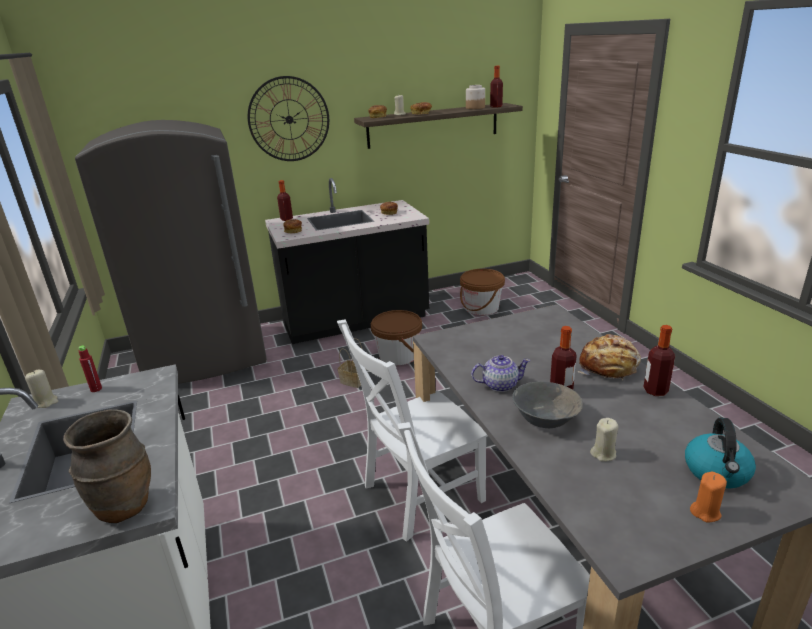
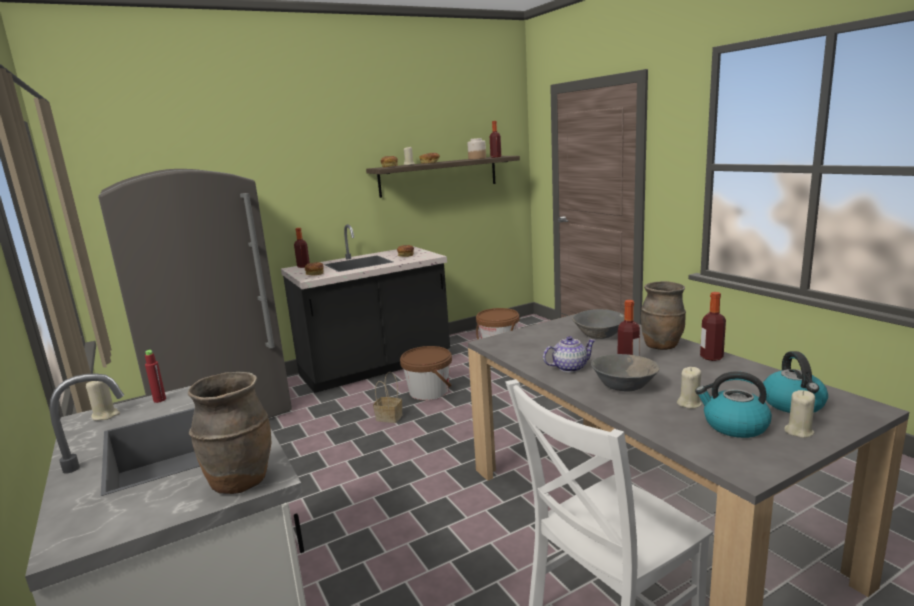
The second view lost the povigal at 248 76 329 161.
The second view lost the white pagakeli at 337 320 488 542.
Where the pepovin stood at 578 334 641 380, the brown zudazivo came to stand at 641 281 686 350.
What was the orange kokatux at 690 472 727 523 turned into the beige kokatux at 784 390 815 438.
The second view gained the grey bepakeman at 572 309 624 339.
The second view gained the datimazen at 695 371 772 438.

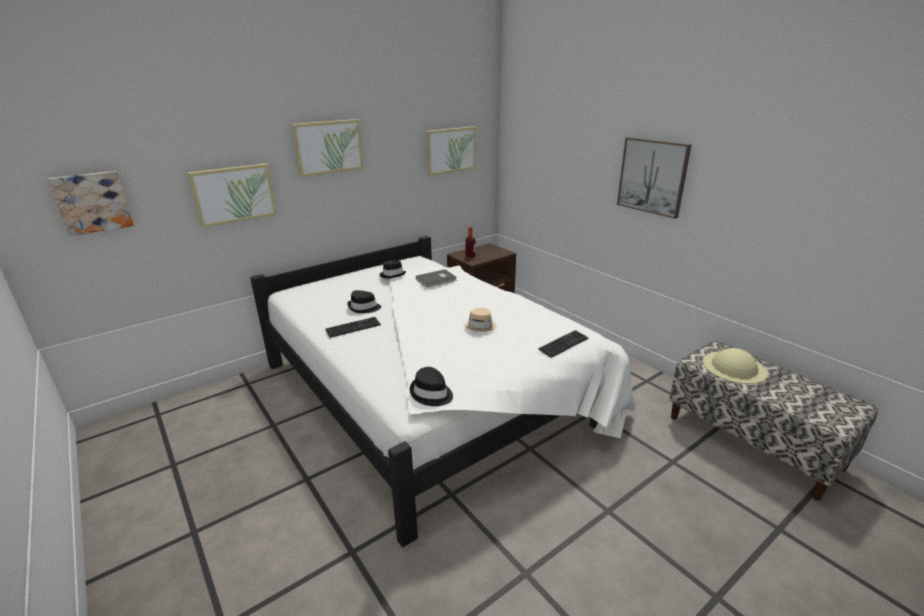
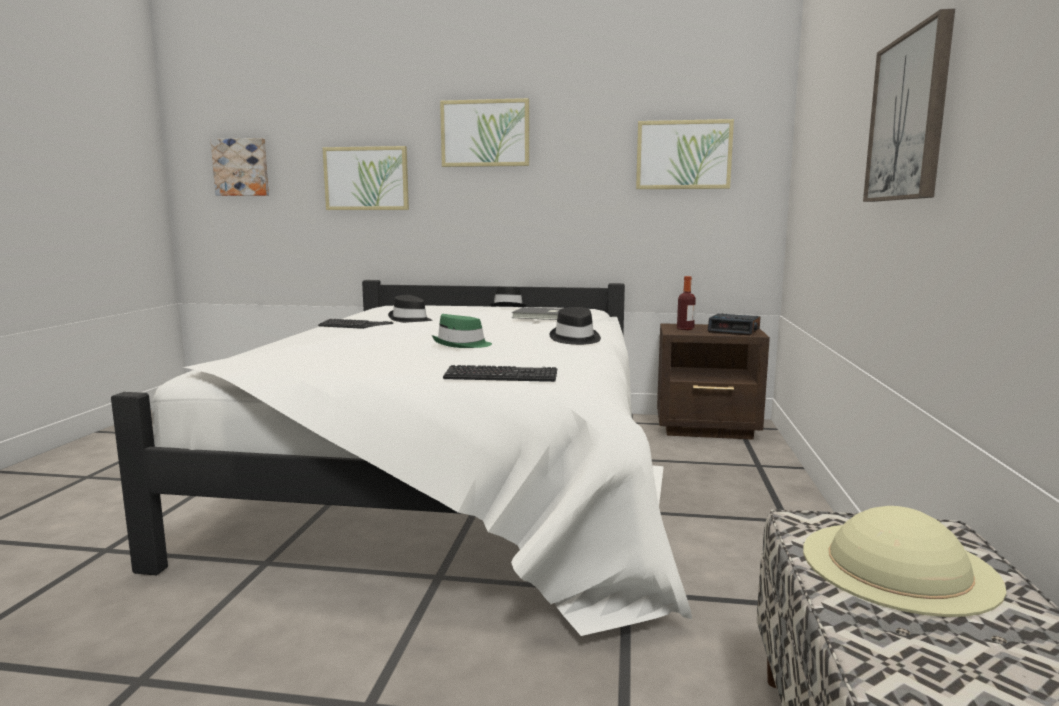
The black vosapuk ended up elsewhere, having gone from 410 367 453 406 to 550 307 601 345.
What was the beige vosapuk at 464 308 496 332 turned into the green vosapuk at 432 314 492 348.
The second view gained the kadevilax at 708 313 761 336.

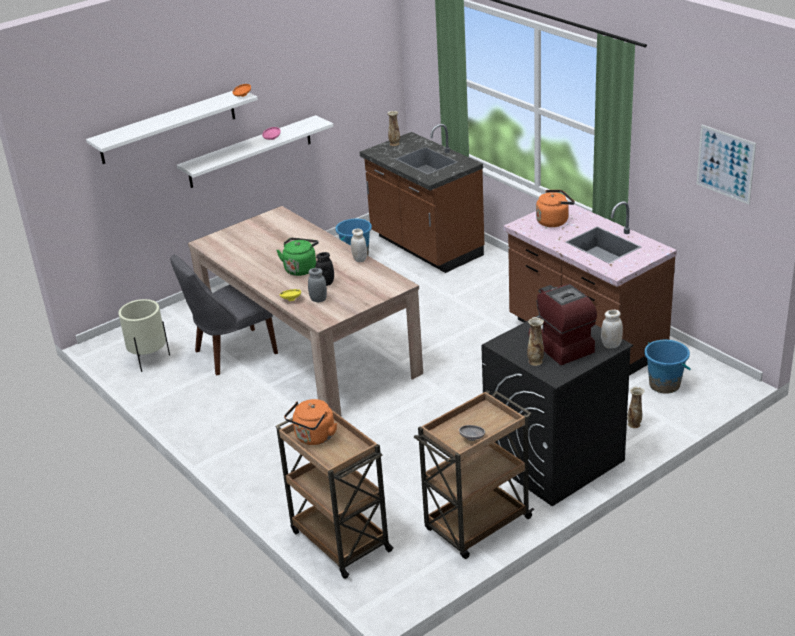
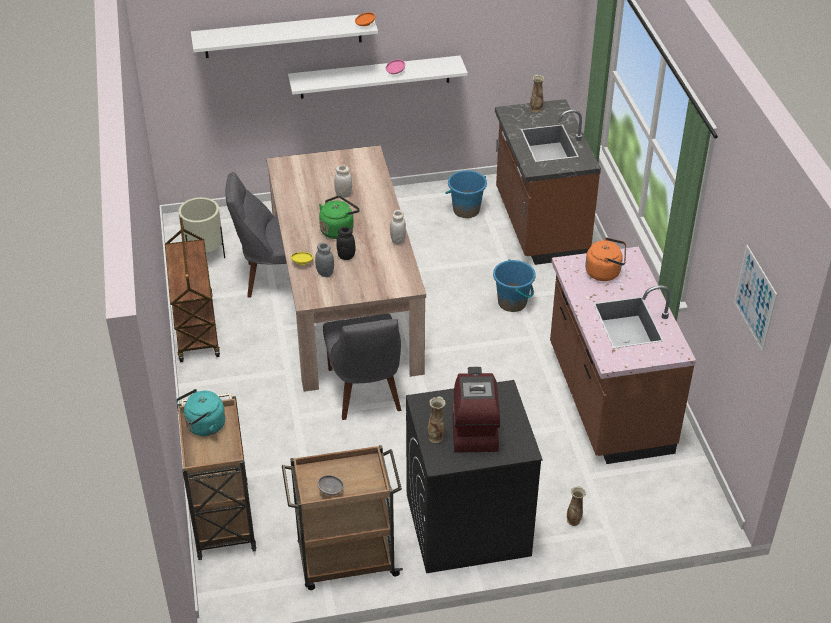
What was the orange datimazen at 284 399 337 445 turned into the turquoise datimazen at 176 389 225 436.
The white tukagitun ended up elsewhere, having gone from 601 310 623 348 to 334 165 352 198.
The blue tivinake ended up elsewhere, having gone from 644 340 691 394 to 493 259 536 312.
The second view gained the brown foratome at 165 218 220 362.
The second view gained the grey pagakeli at 323 314 401 420.

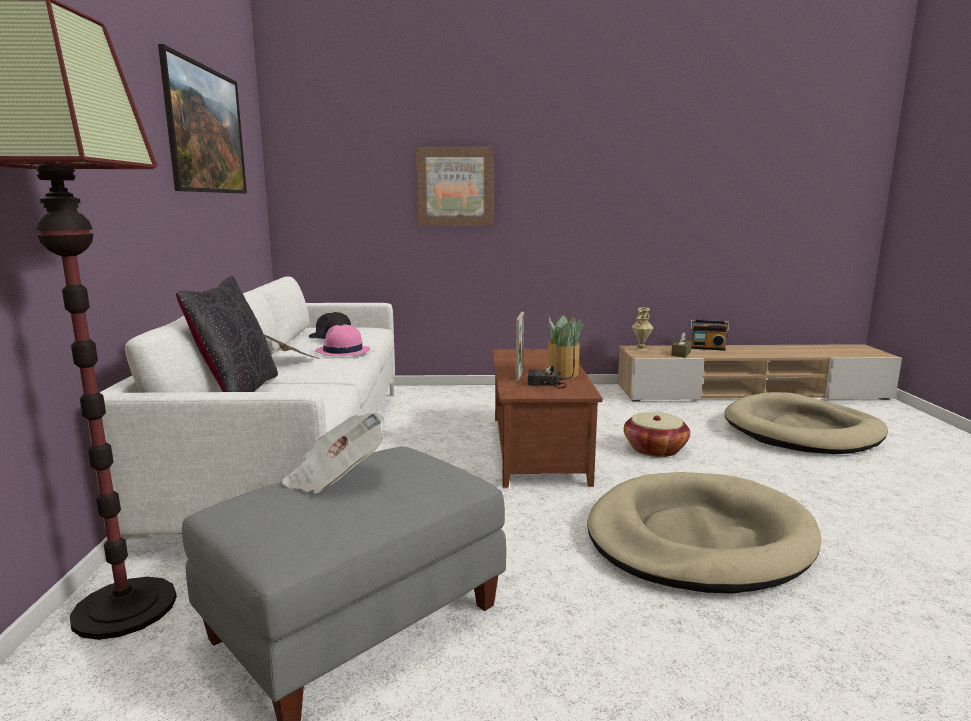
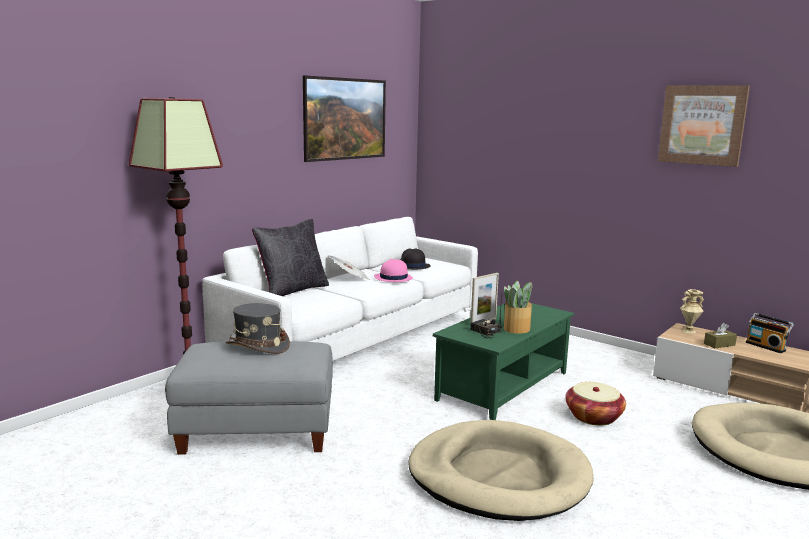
Where the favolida stood at 282 413 384 494, the grey vosapuk came to stand at 226 303 290 354.
The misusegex ended up elsewhere, having gone from 416 147 494 226 to 658 85 750 167.
What was the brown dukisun at 492 349 603 488 turned into the green dukisun at 433 303 574 420.

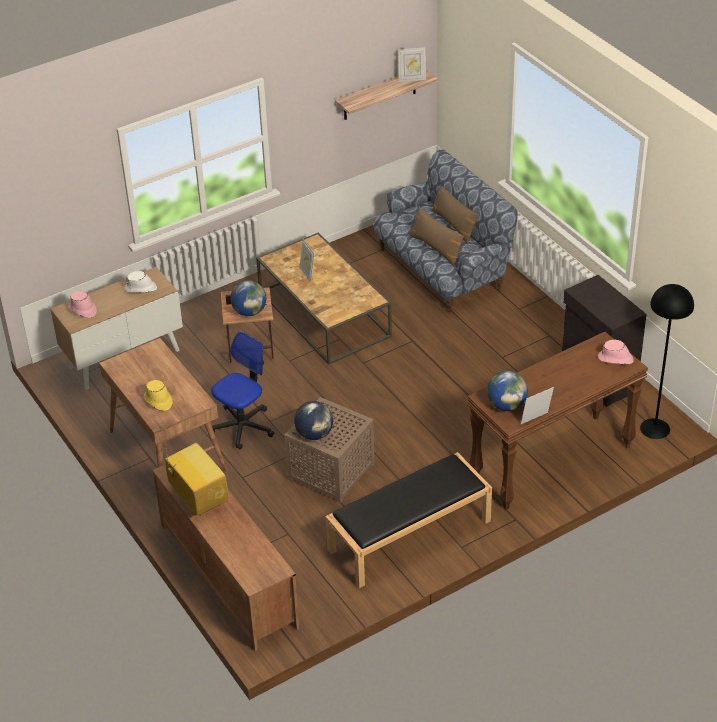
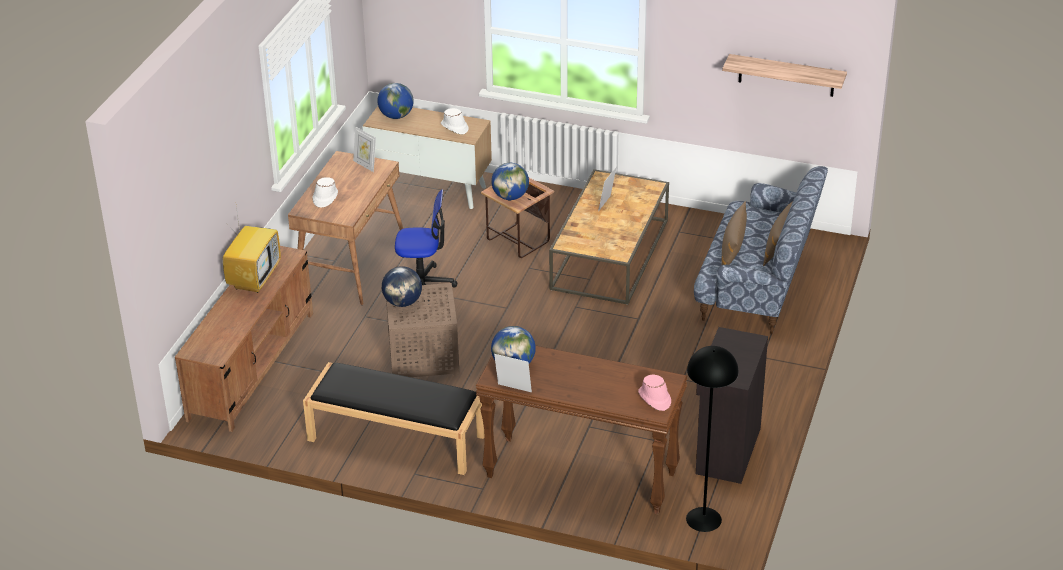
Where the pink vosapuk stood at 69 291 97 318, the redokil came to stand at 378 83 414 119.
What was the yellow vosapuk at 144 380 173 411 turned into the white vosapuk at 312 177 338 208.
The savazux ended up elsewhere, having gone from 398 47 426 82 to 353 127 376 172.

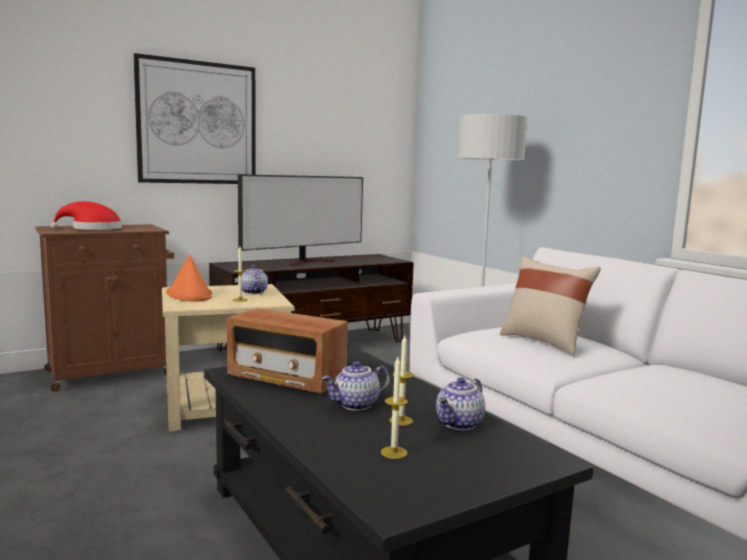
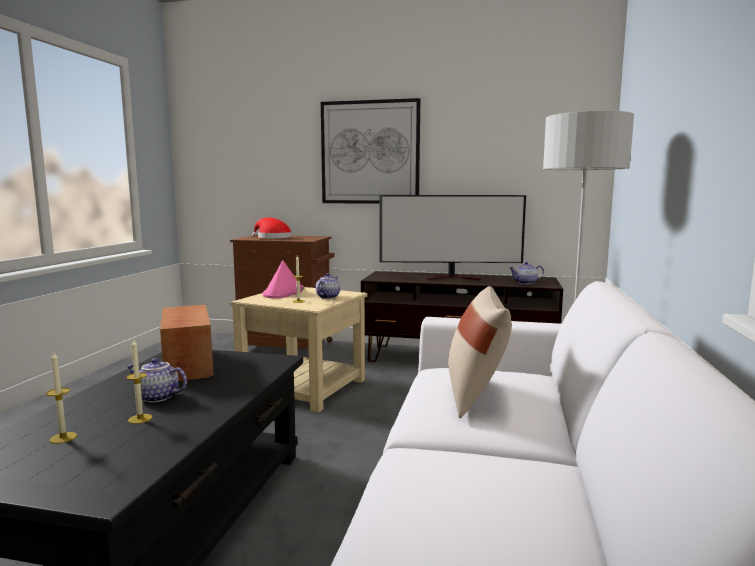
What was the orange vosapuk at 166 255 212 302 turned into the pink vosapuk at 263 260 304 298.
The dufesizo ended up elsewhere, having gone from 436 377 485 430 to 509 262 544 284.

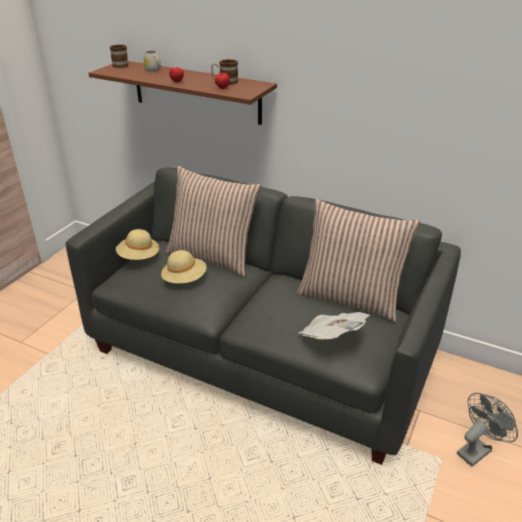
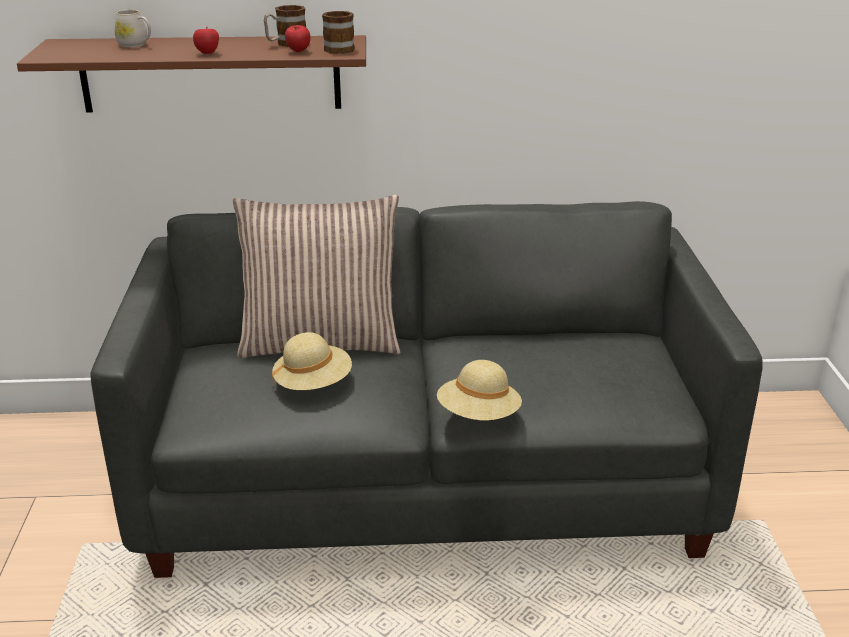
The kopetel ended up elsewhere, having gone from 110 44 129 68 to 322 11 355 54.
The beige vosapuk ended up elsewhere, having gone from 116 229 160 260 to 437 360 522 420.
The second view lost the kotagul at 297 199 420 322.
The second view lost the favolida at 299 312 370 339.
The second view lost the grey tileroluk at 457 393 518 467.

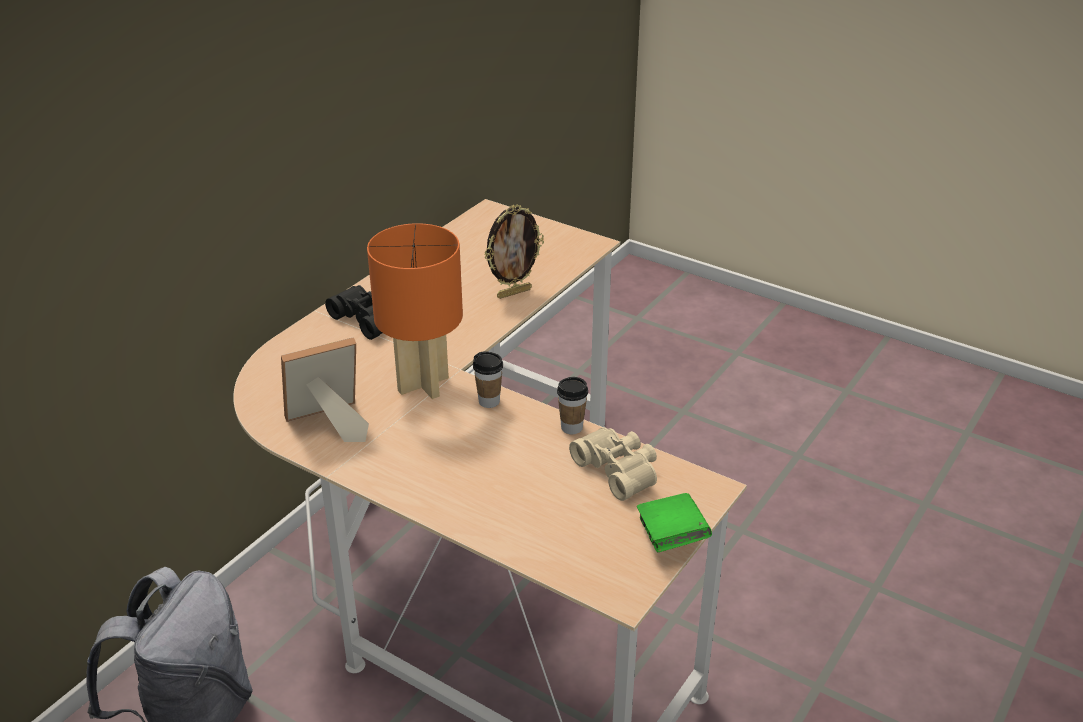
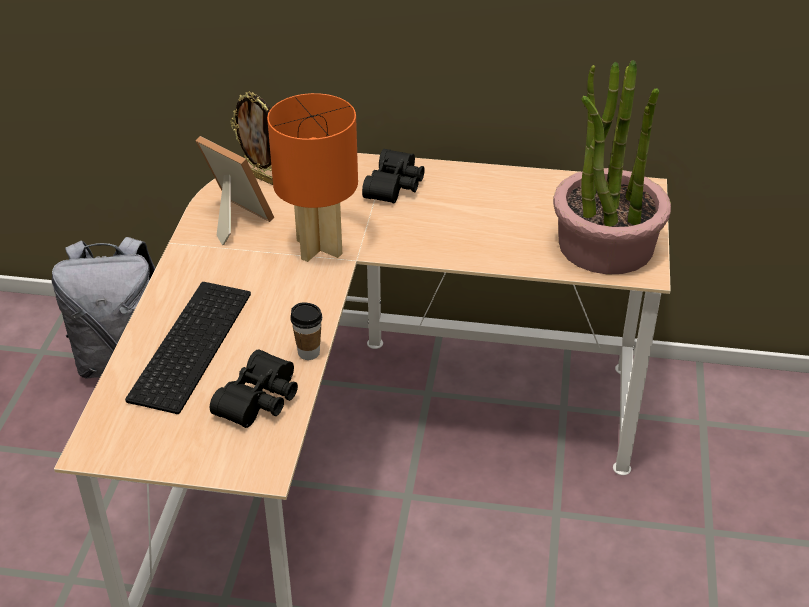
The second view lost the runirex at 473 351 503 408.
The savazux ended up elsewhere, having gone from 484 205 544 299 to 230 92 273 185.
What was the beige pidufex at 569 427 657 501 turned into the black pidufex at 210 349 298 428.
The second view lost the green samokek at 637 493 712 552.
The second view gained the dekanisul at 125 282 251 414.
The second view gained the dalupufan at 553 60 671 275.

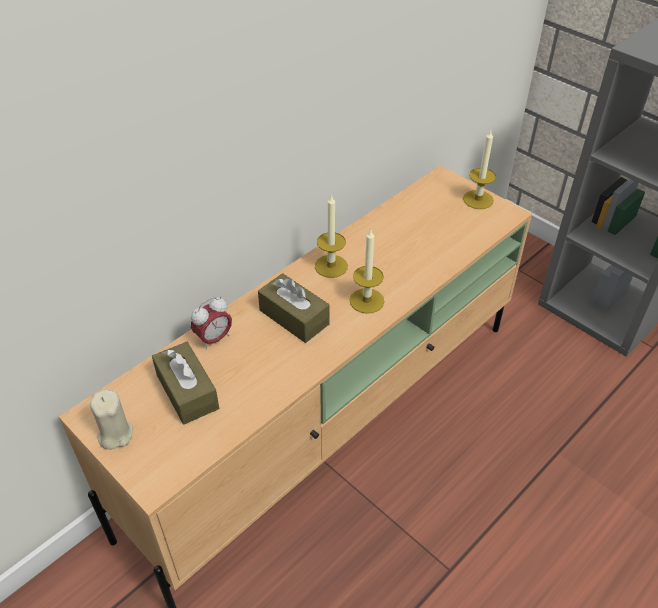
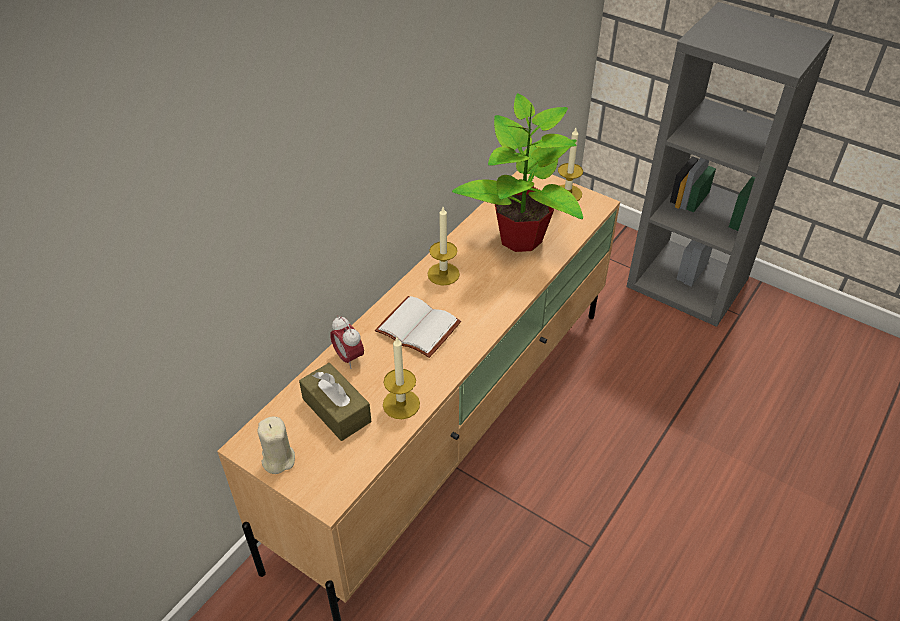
The kadevilax at 191 297 232 350 ended up facing another way, 105 degrees clockwise from before.
Where the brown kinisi stood at 258 273 330 343, the white samokek came to stand at 375 296 461 358.
The kokatux ended up elsewhere, having gone from 350 228 385 314 to 383 338 420 419.
The second view gained the dalupufan at 452 93 583 252.

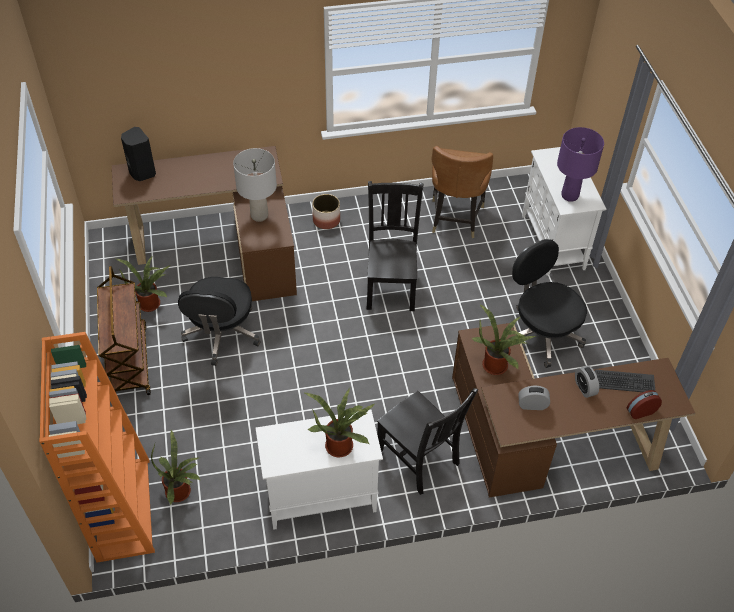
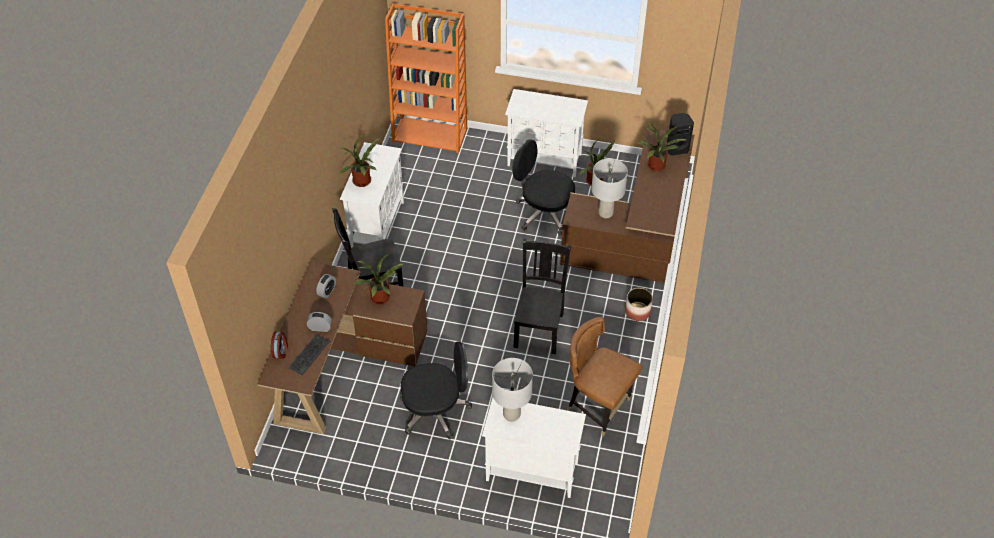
Where the brown foratome stood at 97 266 151 395, the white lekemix came to stand at 505 89 588 177.
The dalupufan ended up elsewhere, having gone from 151 430 201 505 to 637 122 687 172.
The black pagakeli at 366 181 424 311 ended up facing another way, 105 degrees counterclockwise from before.
What was the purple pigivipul at 557 127 604 202 turned into the grey pigivipul at 492 358 533 422.

